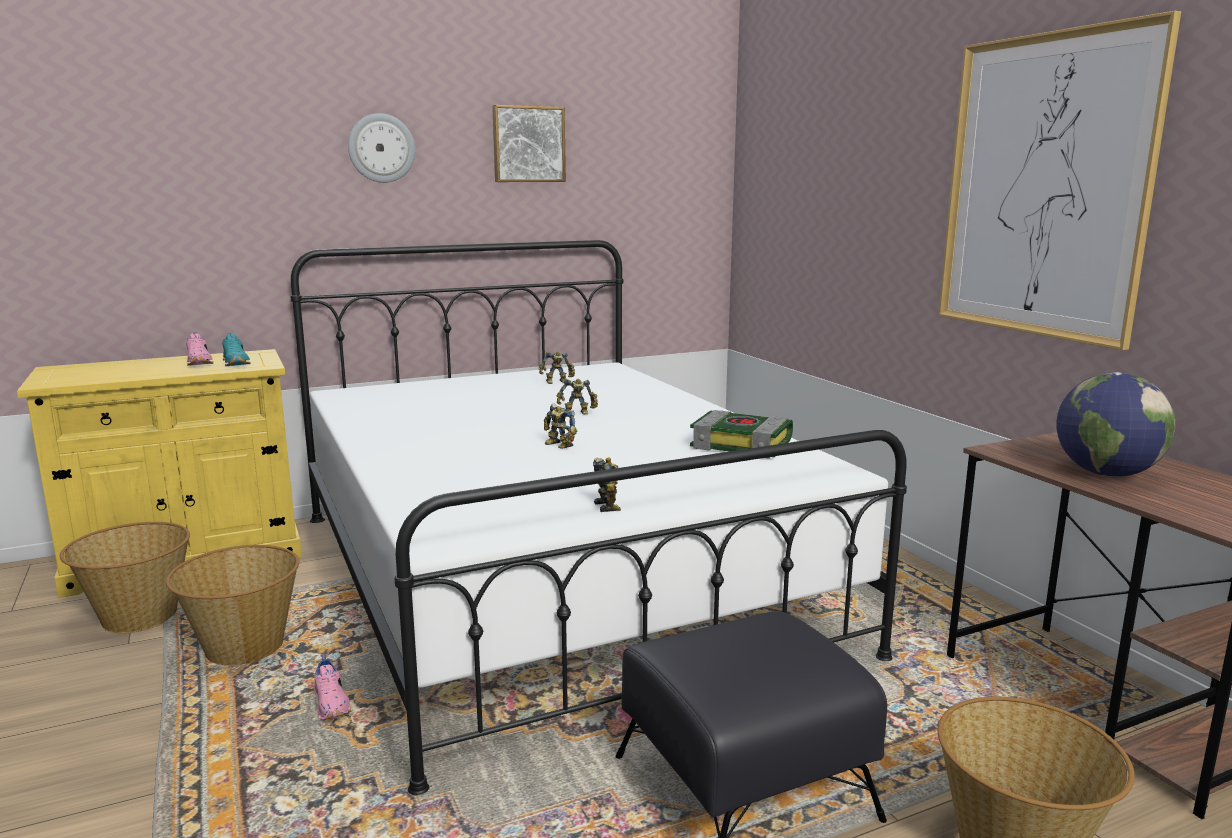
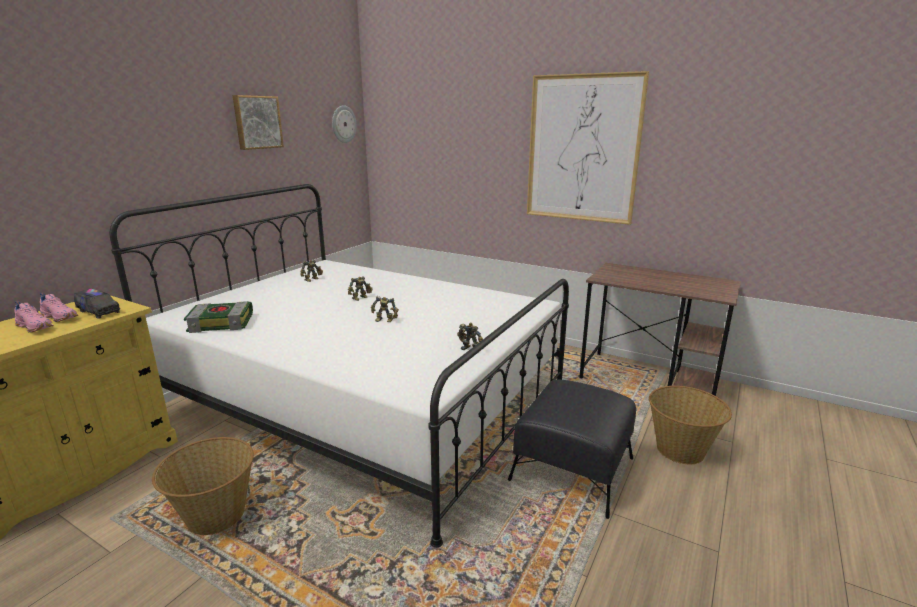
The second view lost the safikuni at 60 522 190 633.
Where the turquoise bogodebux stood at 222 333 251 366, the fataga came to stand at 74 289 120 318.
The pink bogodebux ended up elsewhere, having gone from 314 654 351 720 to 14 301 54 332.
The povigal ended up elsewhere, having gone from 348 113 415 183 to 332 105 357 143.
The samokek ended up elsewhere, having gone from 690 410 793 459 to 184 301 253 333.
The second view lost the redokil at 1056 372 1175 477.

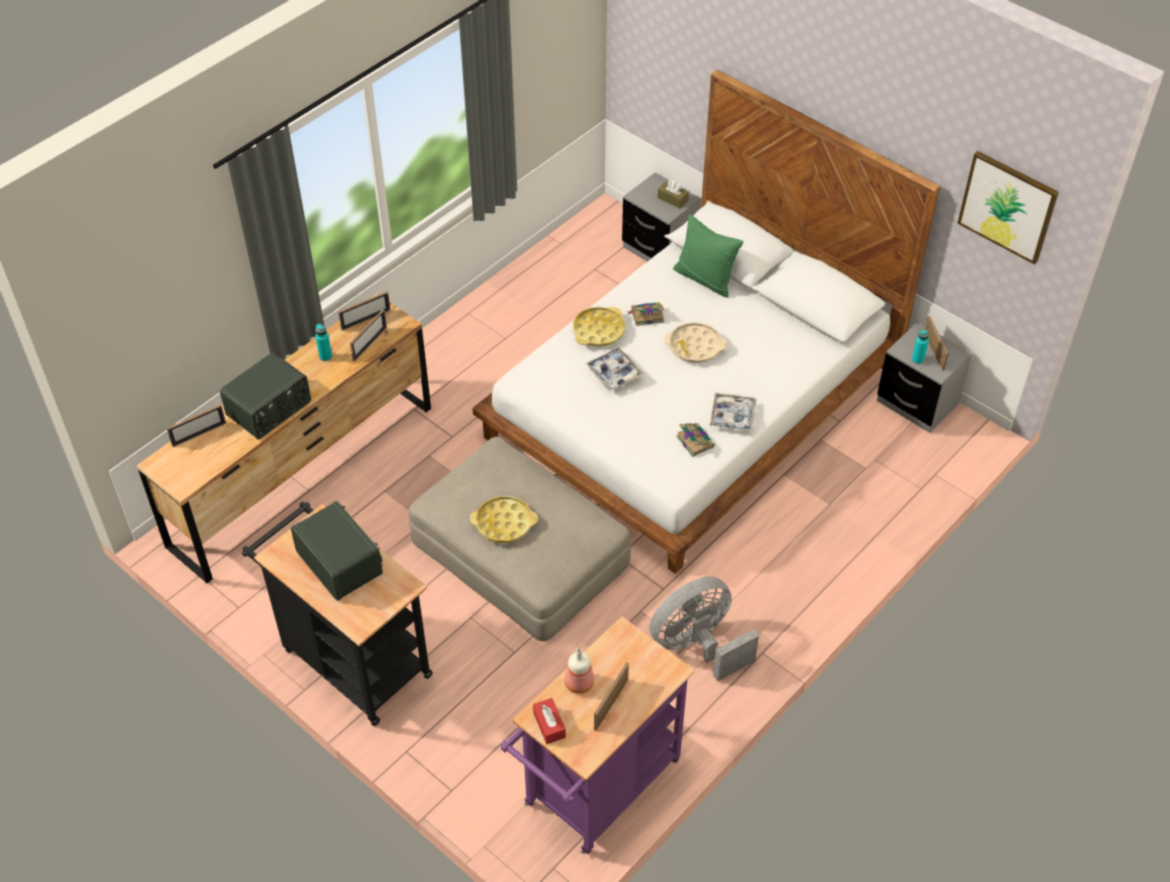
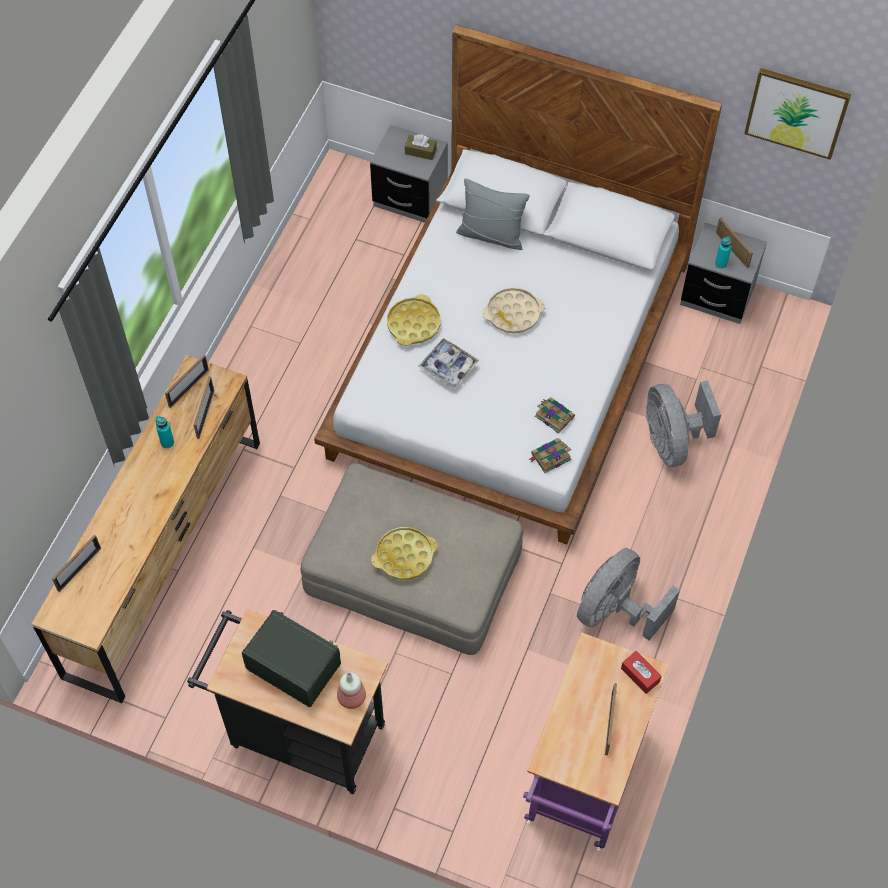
The second view lost the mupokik at 220 352 311 440.
The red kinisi ended up elsewhere, having gone from 533 698 566 744 to 621 651 662 694.
The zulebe ended up elsewhere, having gone from 564 648 594 694 to 337 672 366 709.
The samokek ended up elsewhere, having gone from 627 302 664 326 to 528 438 571 473.
What was the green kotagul at 673 214 744 298 turned into the grey kotagul at 456 178 530 250.
The second view lost the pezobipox at 710 392 756 431.
The second view gained the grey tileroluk at 646 381 721 467.

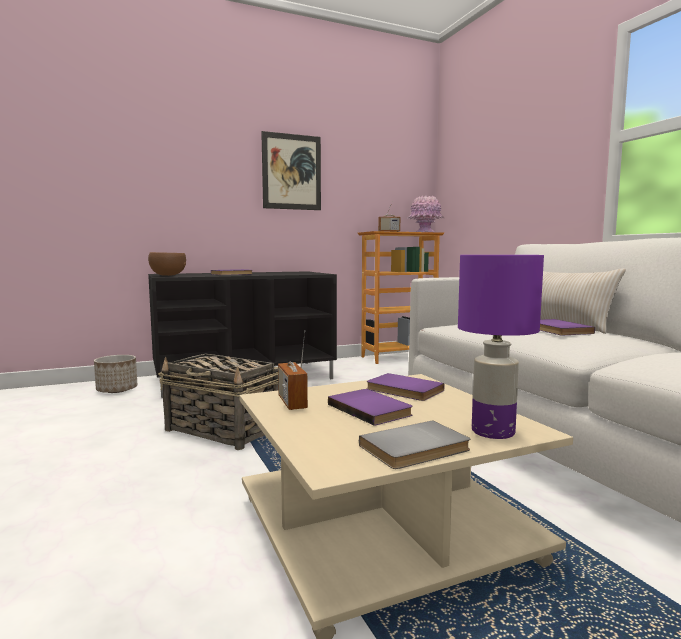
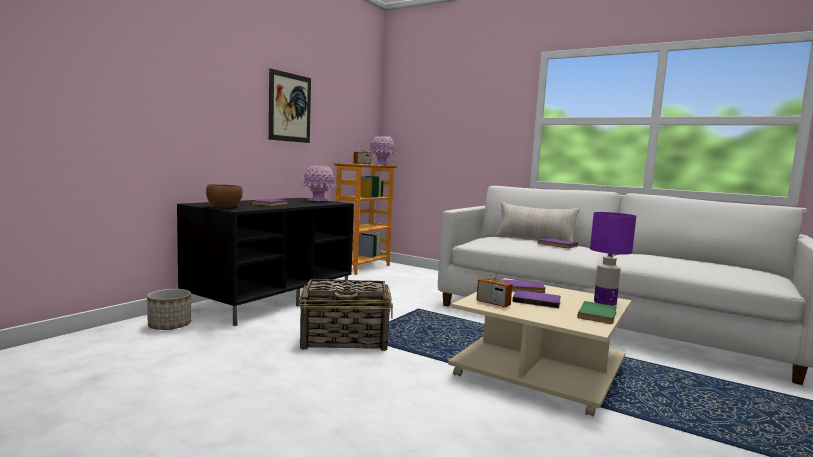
What was the grey samokek at 359 420 470 469 turned into the green samokek at 578 301 617 324.
The second view gained the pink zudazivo at 301 165 337 201.

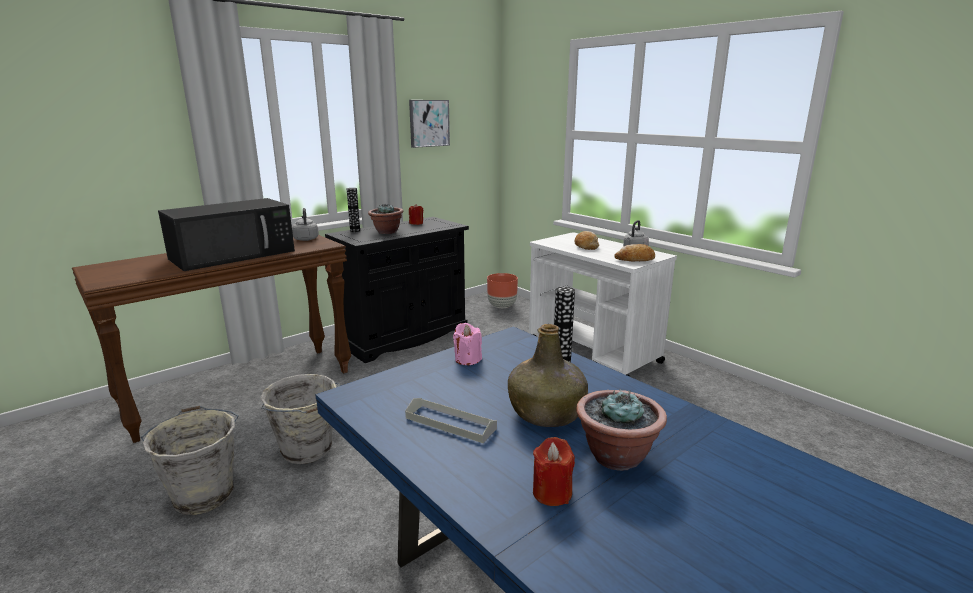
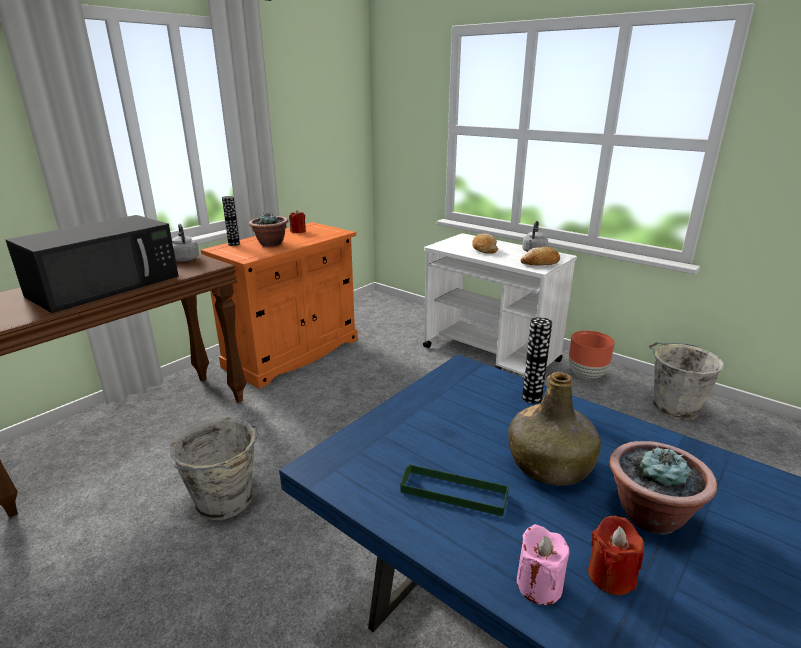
The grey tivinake ended up elsewhere, having gone from 141 406 239 515 to 649 342 724 421.
What was the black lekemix at 325 217 469 363 turned into the orange lekemix at 201 222 358 389.
What was the grey pezobipox at 405 398 497 443 turned into the green pezobipox at 400 464 509 516.
The second view lost the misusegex at 409 100 450 148.
The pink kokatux ended up elsewhere, having gone from 453 323 482 365 to 517 524 569 605.
The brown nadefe ended up elsewhere, having gone from 487 273 518 308 to 569 331 615 379.

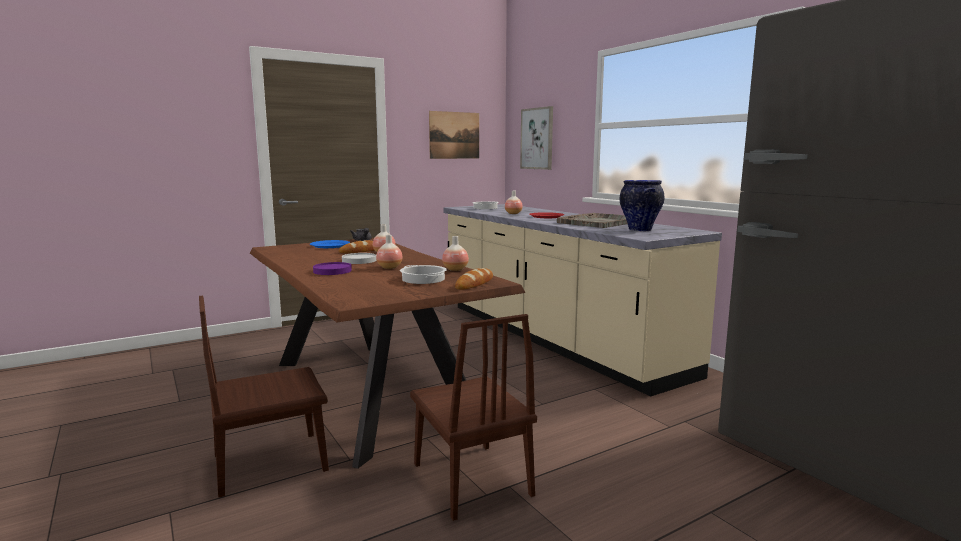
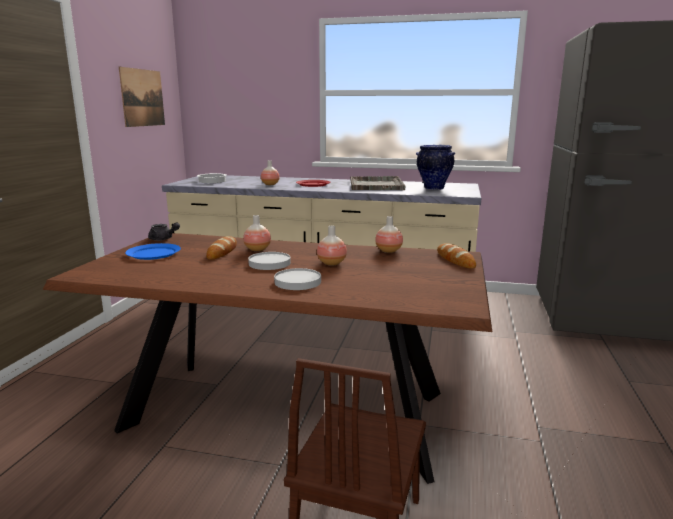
What was the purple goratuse at 313 262 352 275 turned into the white goratuse at 274 268 321 290.
The second view lost the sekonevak at 400 265 447 284.
The second view lost the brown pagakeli at 410 314 537 521.
The second view lost the misusegex at 520 106 553 170.

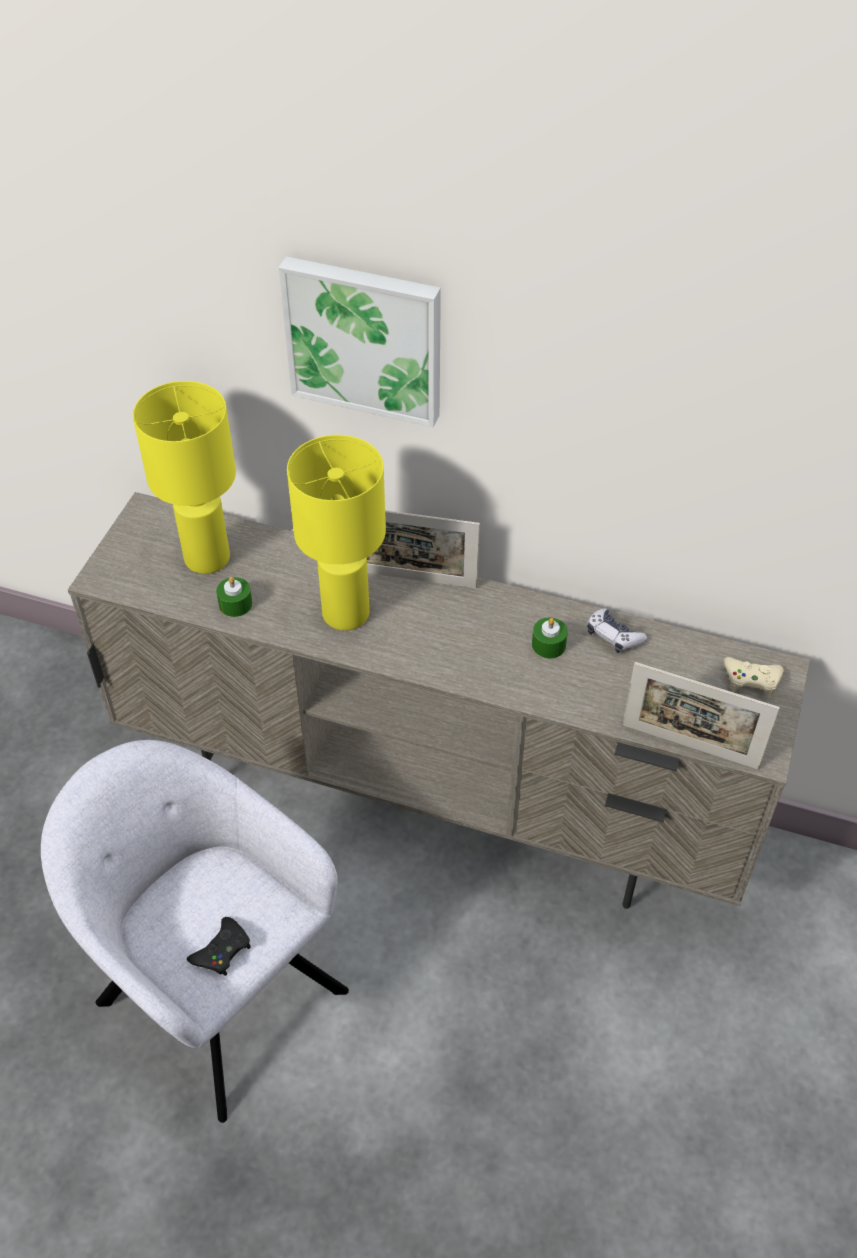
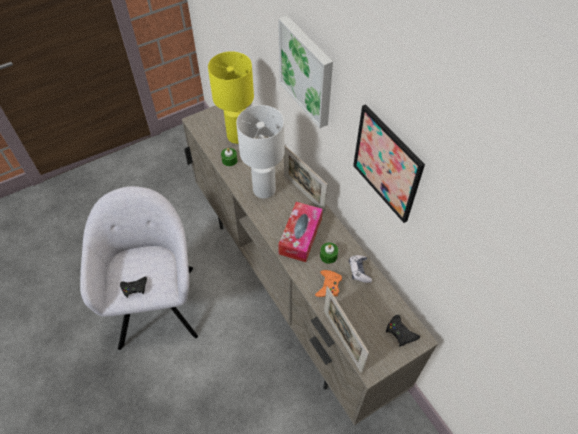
What was the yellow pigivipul at 287 435 386 630 turned into the white pigivipul at 236 105 285 199.
What was the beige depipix at 724 657 784 698 turned into the black depipix at 386 315 420 347.
The second view gained the kinisi at 278 202 323 262.
The second view gained the orange depipix at 315 270 342 297.
The second view gained the misusegex at 353 104 425 223.

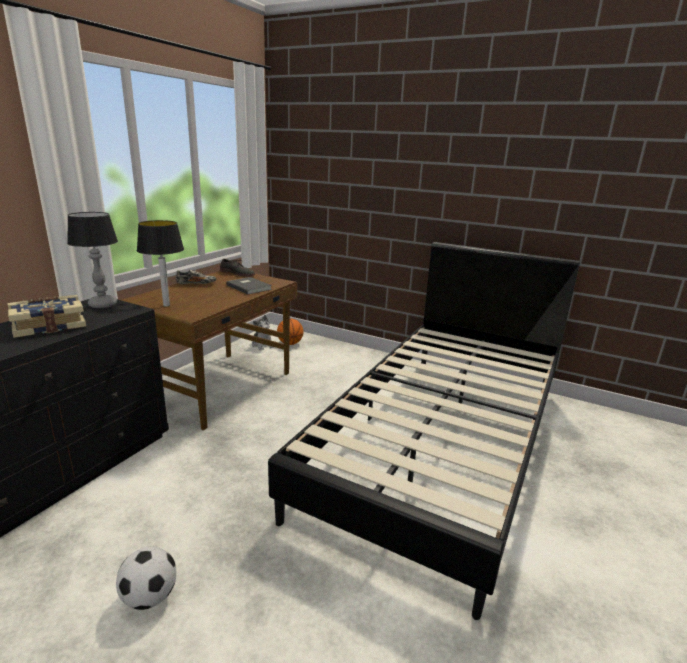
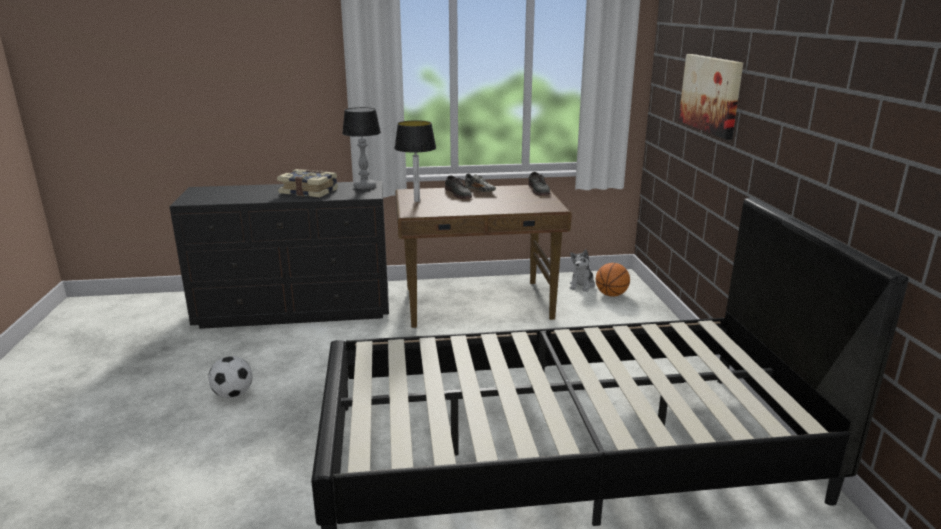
The second view lost the grey samokek at 226 277 272 294.
The second view gained the grey bogodebux at 445 175 472 199.
The second view gained the misusegex at 679 54 743 140.

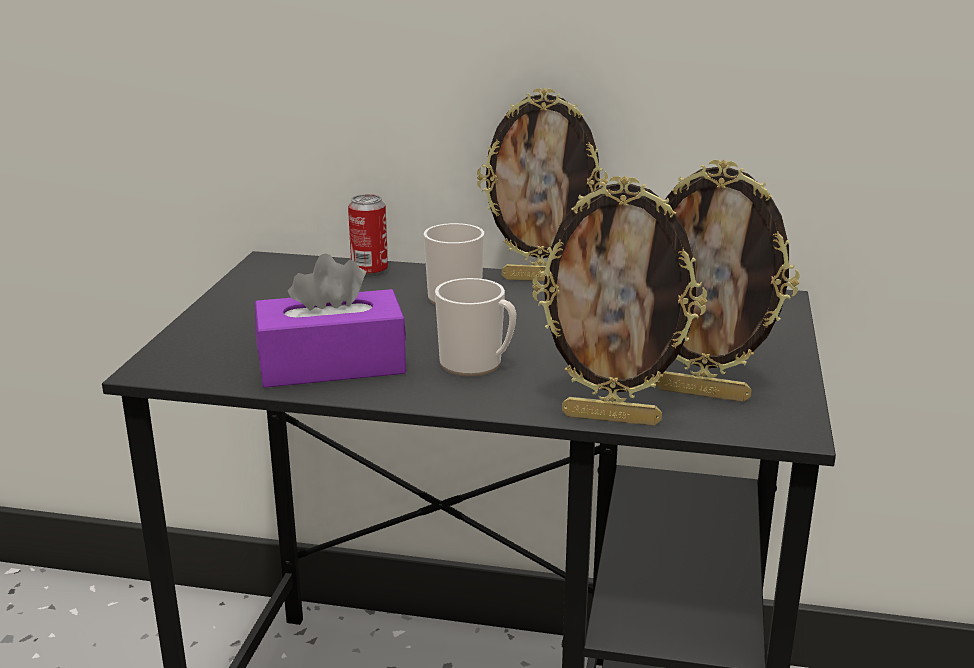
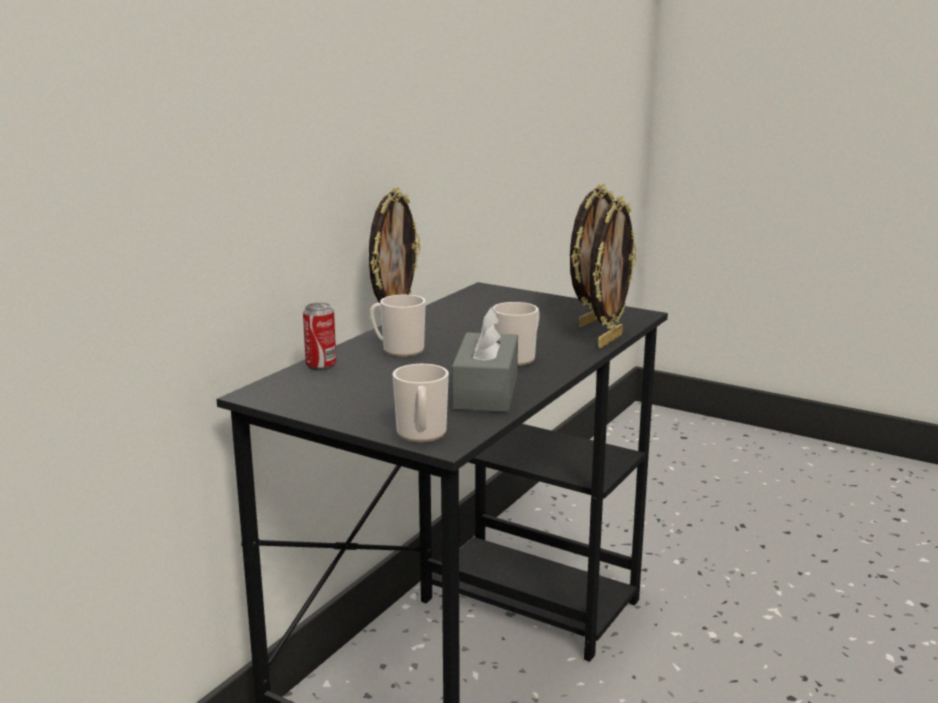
What was the purple kinisi at 255 253 406 388 turned into the grey kinisi at 452 307 518 412.
The second view gained the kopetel at 393 364 449 442.

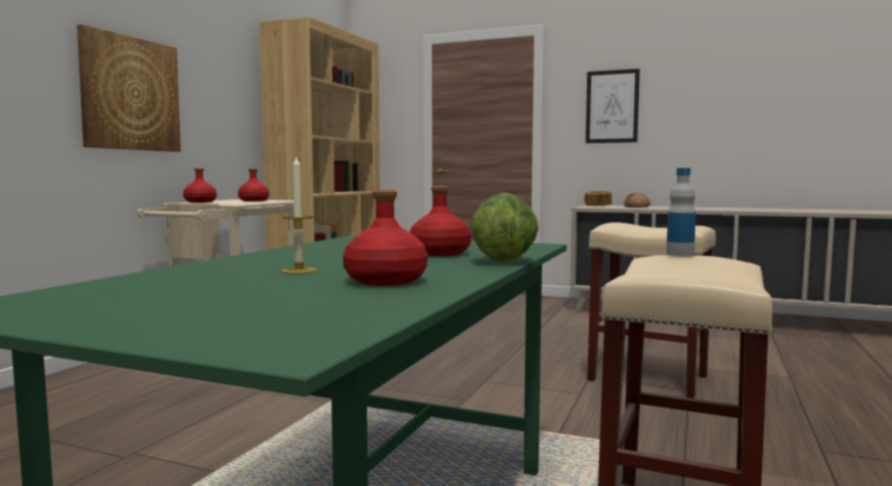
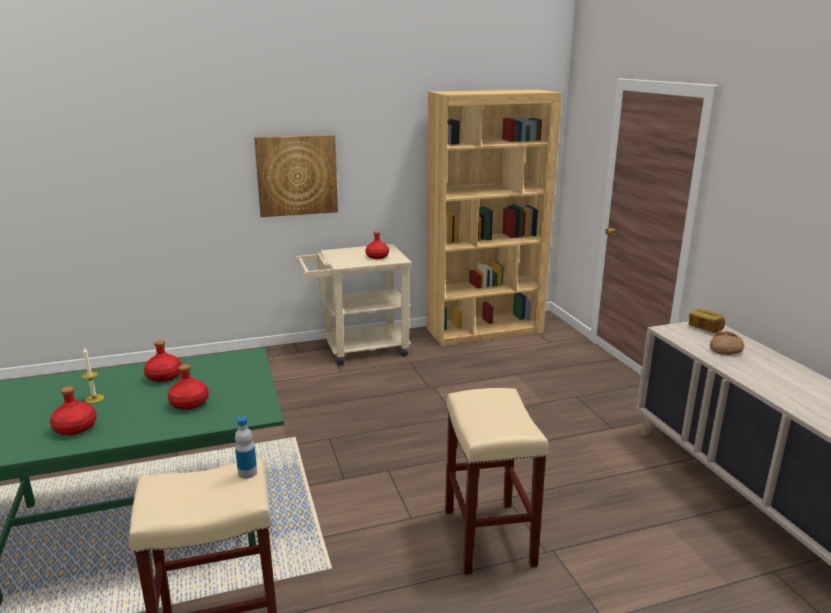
The red zulebe ended up elsewhere, having gone from 183 168 217 203 to 144 340 182 382.
The second view lost the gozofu at 471 192 538 262.
The second view lost the misusegex at 586 69 640 143.

